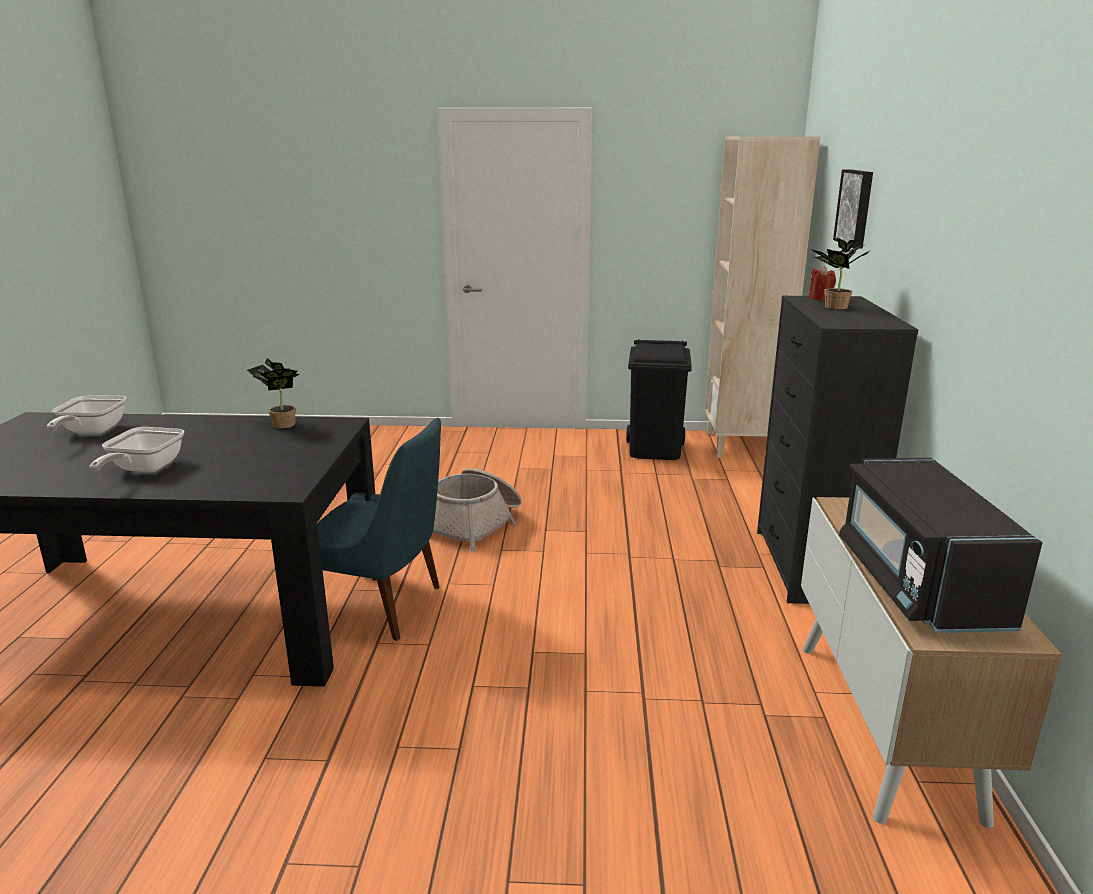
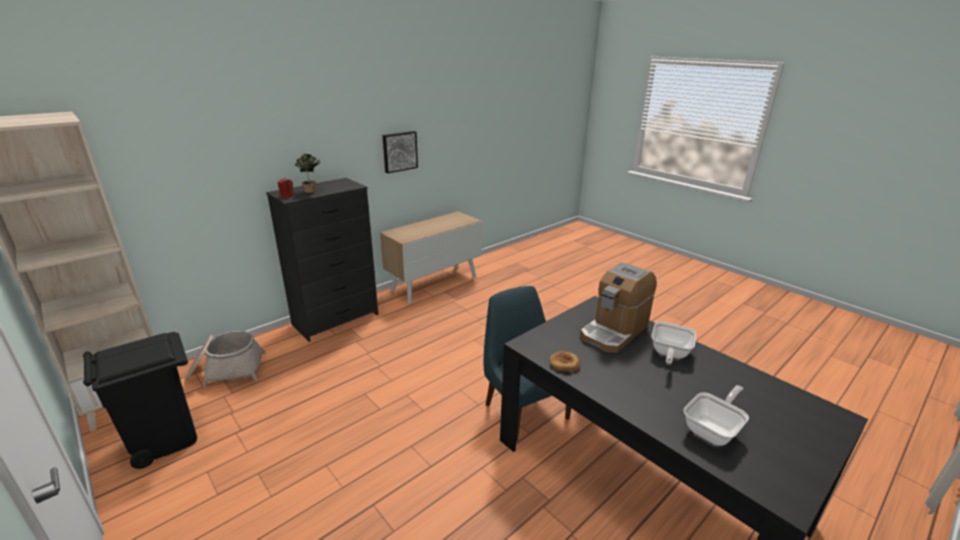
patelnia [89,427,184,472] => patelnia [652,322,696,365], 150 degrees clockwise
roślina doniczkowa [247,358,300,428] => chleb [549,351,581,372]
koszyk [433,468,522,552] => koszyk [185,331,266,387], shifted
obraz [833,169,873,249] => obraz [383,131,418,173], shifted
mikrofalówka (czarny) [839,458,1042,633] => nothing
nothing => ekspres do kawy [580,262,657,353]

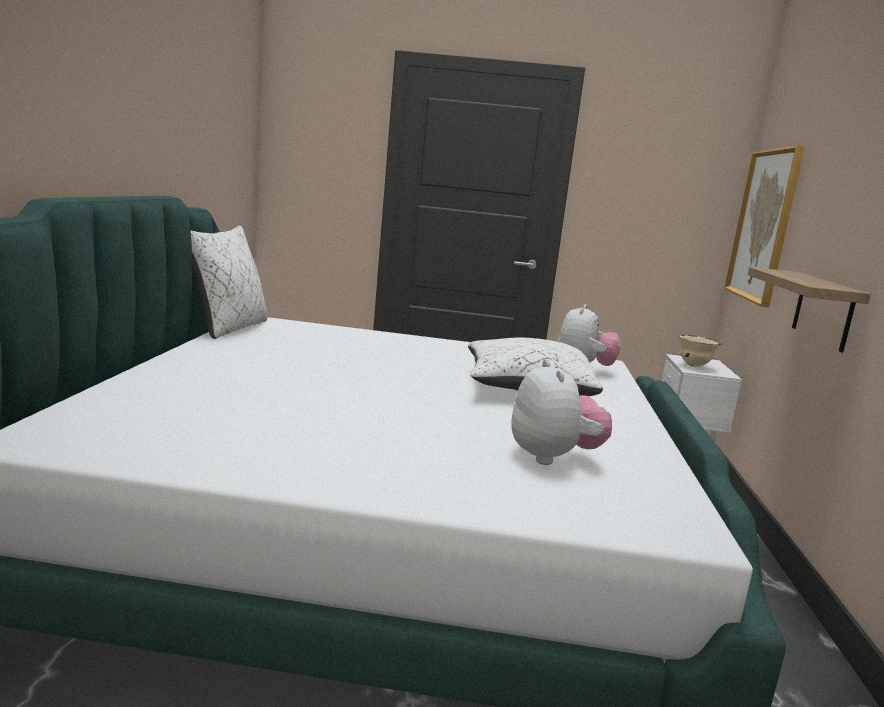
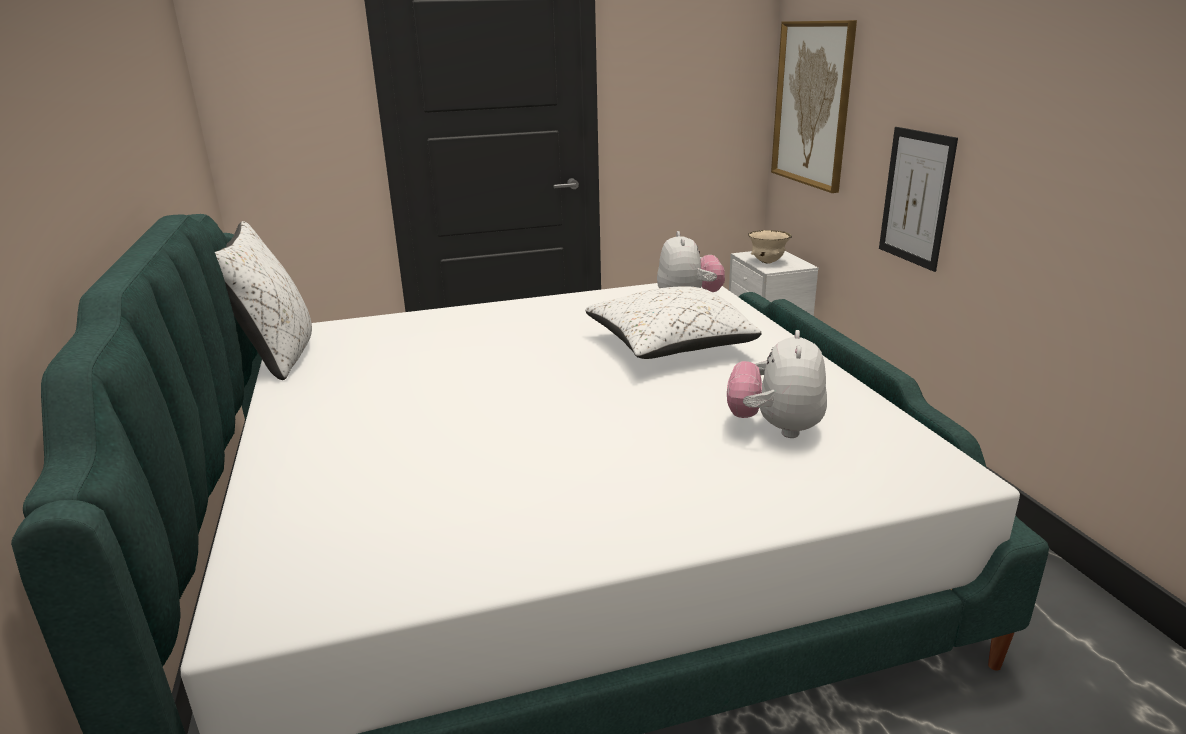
pluszak [512,359,612,465] => pluszak [727,330,827,438], 135 degrees counterclockwise
półka [747,267,871,353] => obraz [879,127,958,272]

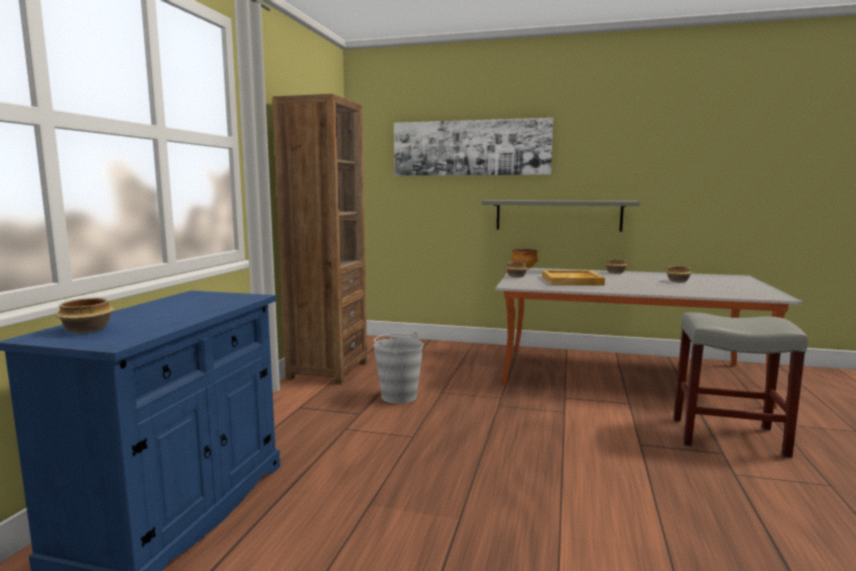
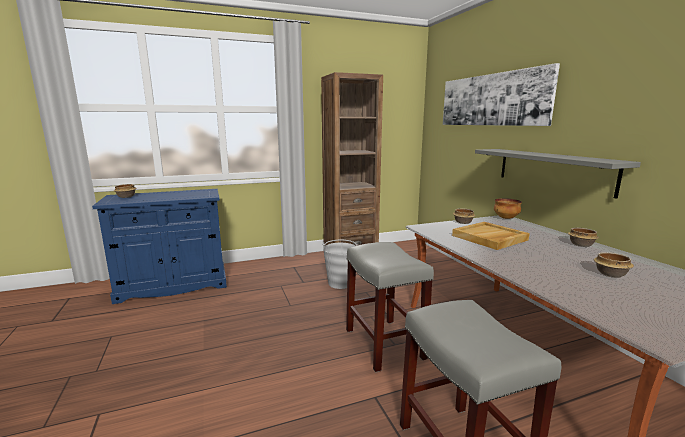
nothing => stołek (szary) [346,242,434,373]

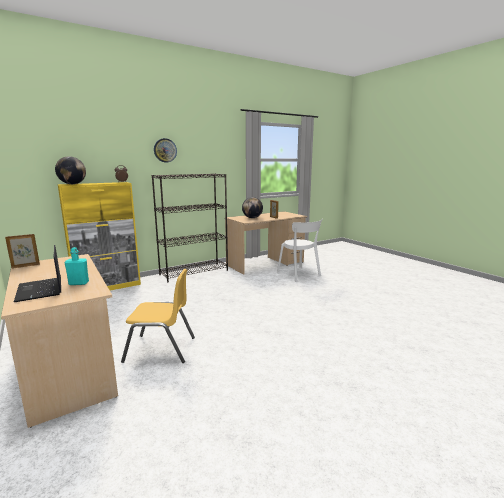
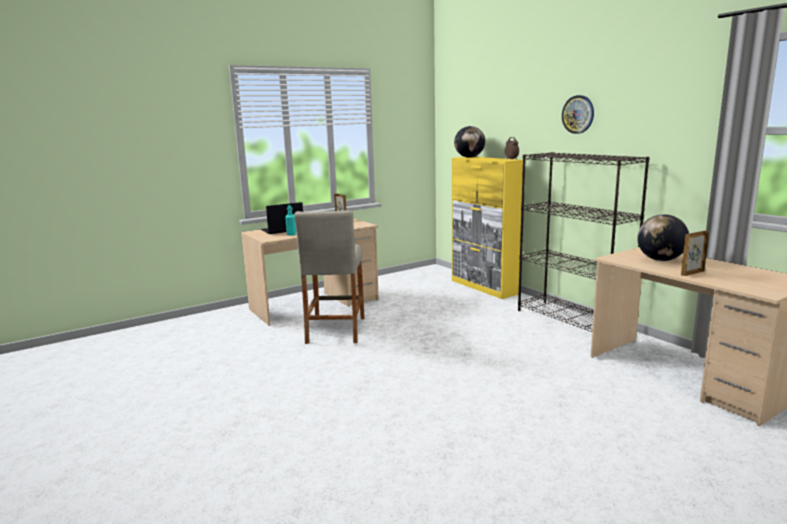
krzesło (żółty) [121,269,195,363] => stołek (beżowy) [294,210,365,344]
krzesło (biały) [277,219,323,282] => nothing

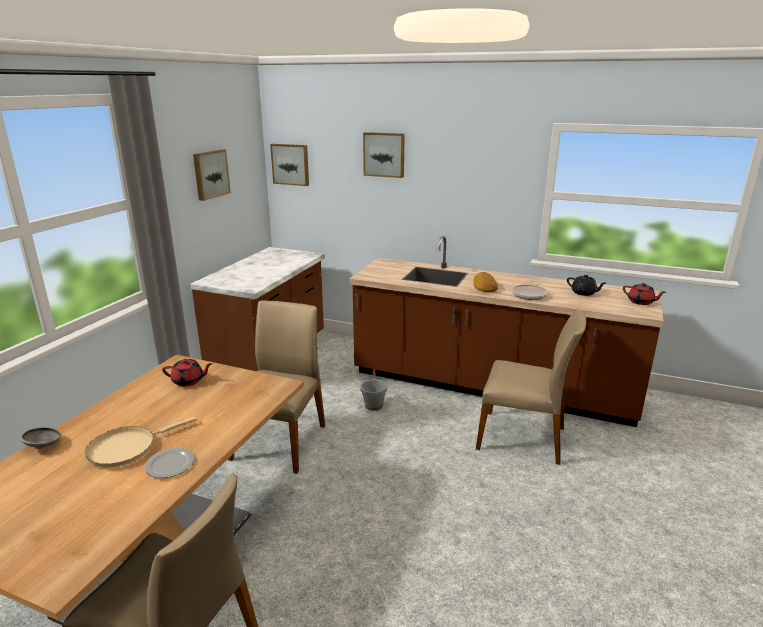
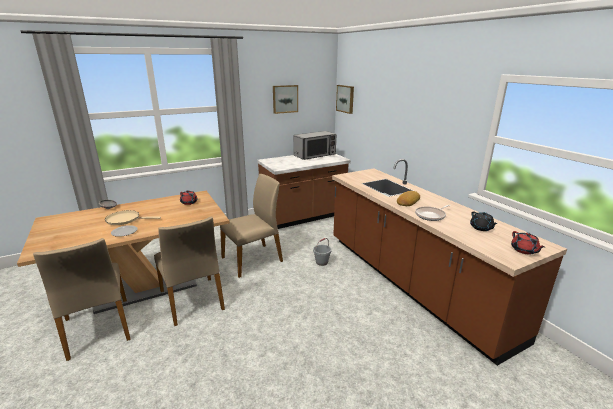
obraz [363,132,405,178] => nothing
krzesło (beżowy) [476,308,586,465] => krzesło (beżowy) [154,217,225,326], shifted
nothing => mikrofalówka [293,131,336,160]

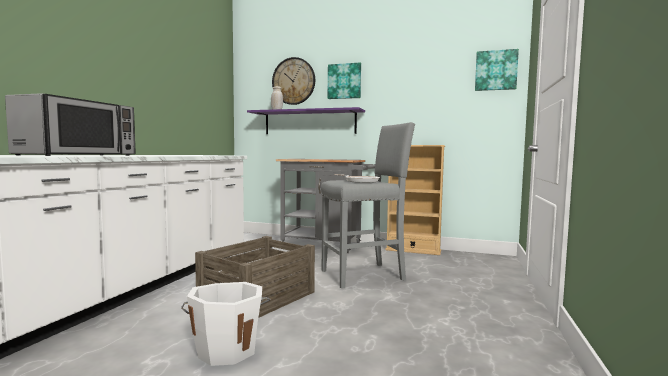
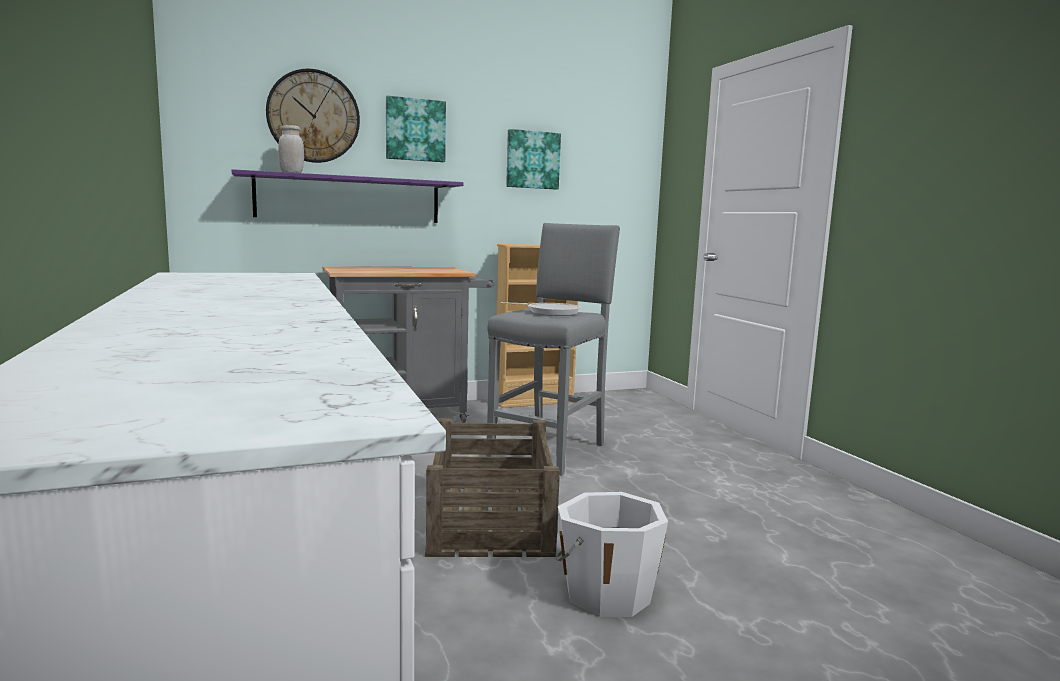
mikrofalówka [5,93,136,156] => nothing
obraz [475,49,519,91] => obraz [506,129,561,190], shifted

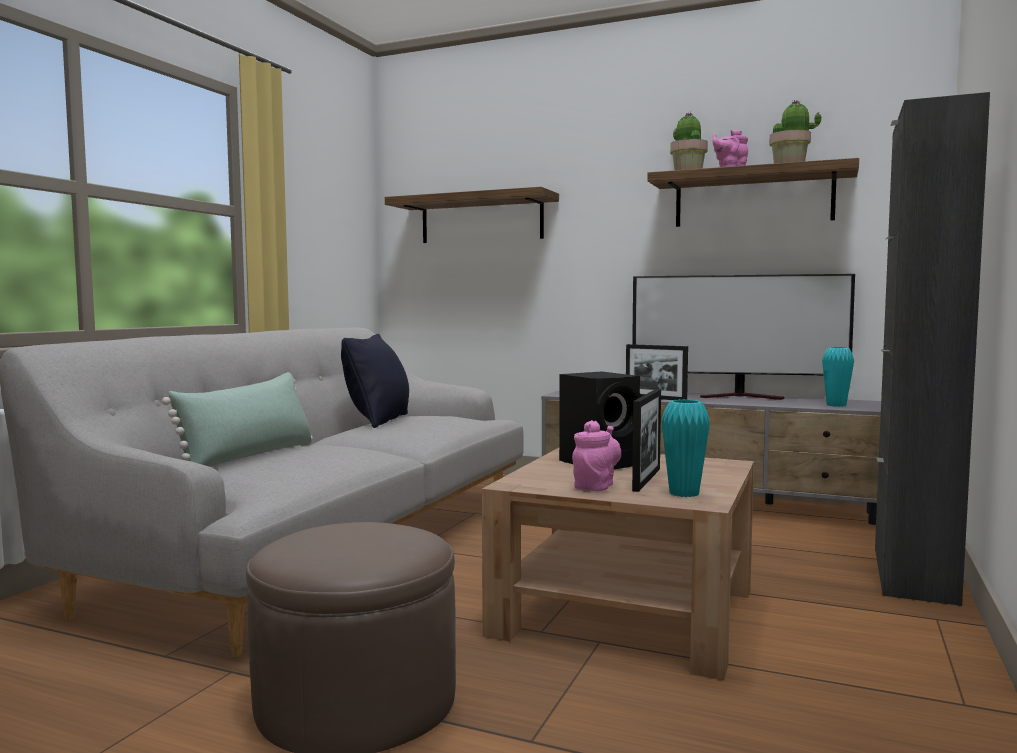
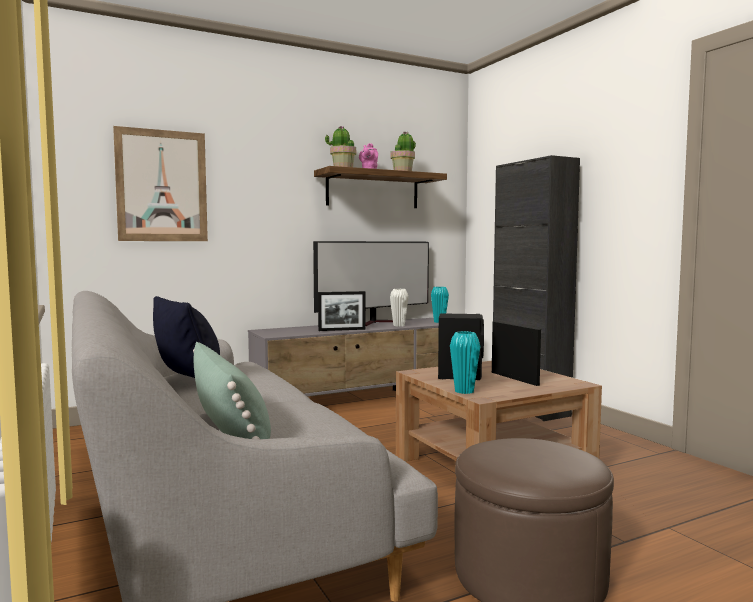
półka [385,187,559,243] => obraz [113,126,208,241]
imbryk (różowy) [572,420,621,491] => nothing
wazon (turkusowy) [662,400,710,497] => wazon (turkusowy) [450,331,480,394], shifted
nothing => wazon (biały) [390,289,409,327]

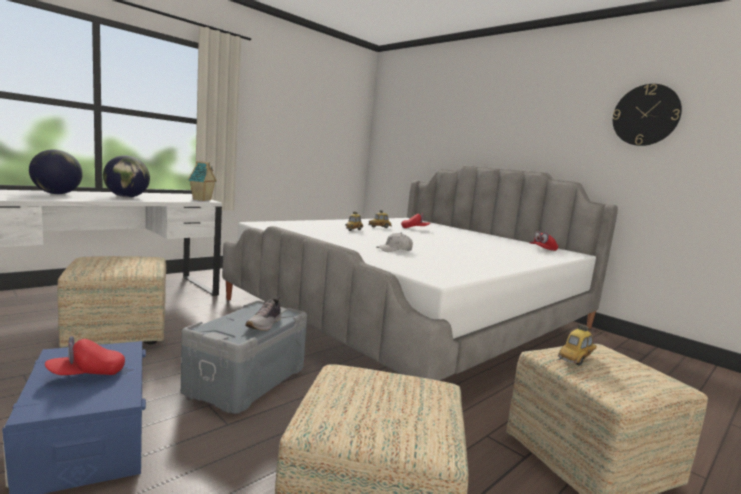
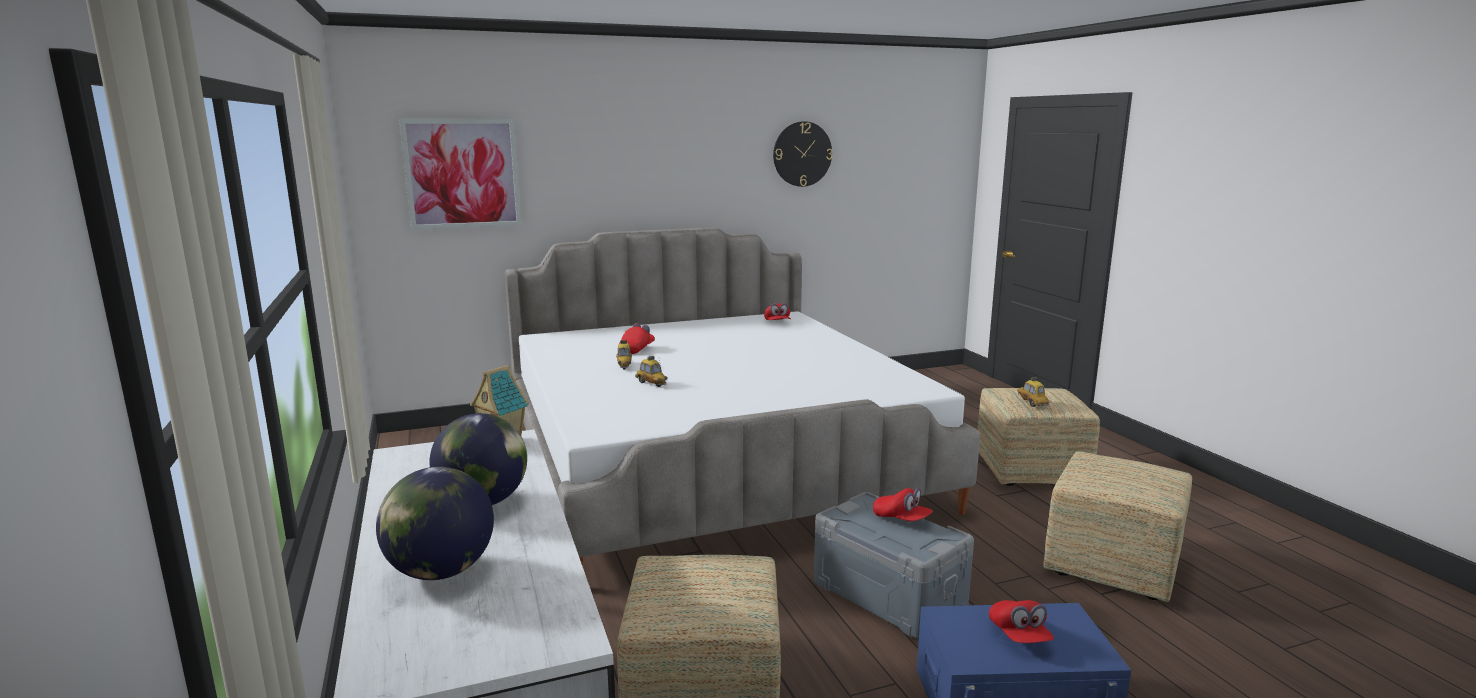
but [245,297,281,331] => czapka z daszkiem (czerwony) [873,488,933,521]
czapka z daszkiem (biały) [376,232,413,252] => nothing
nothing => obraz [399,119,522,230]

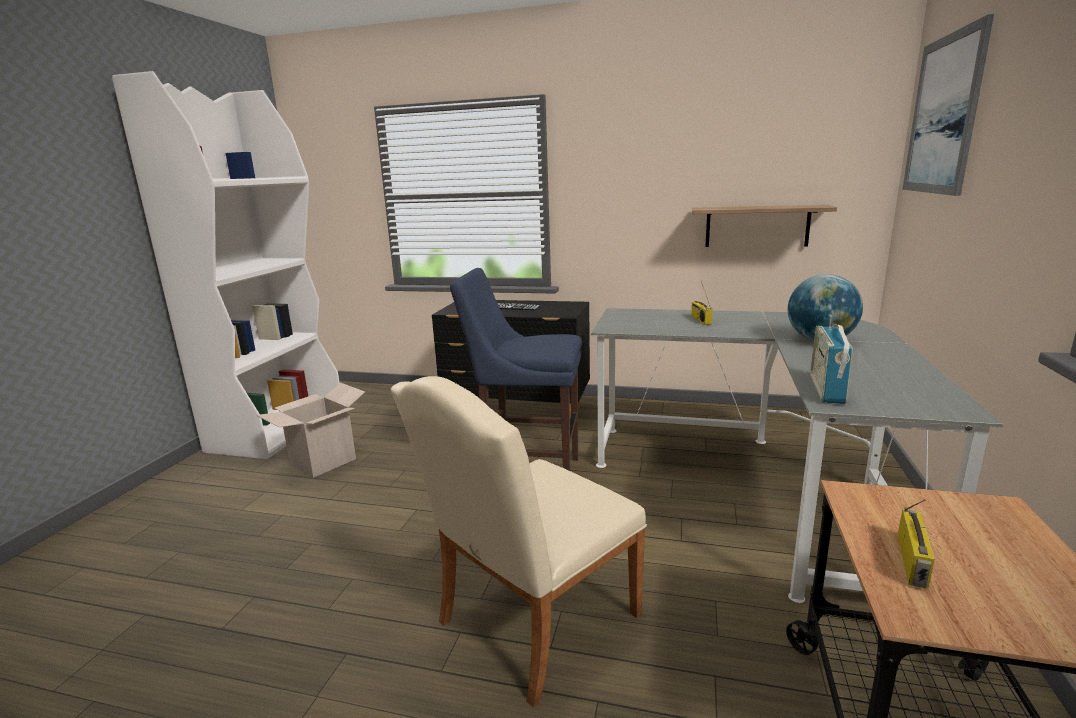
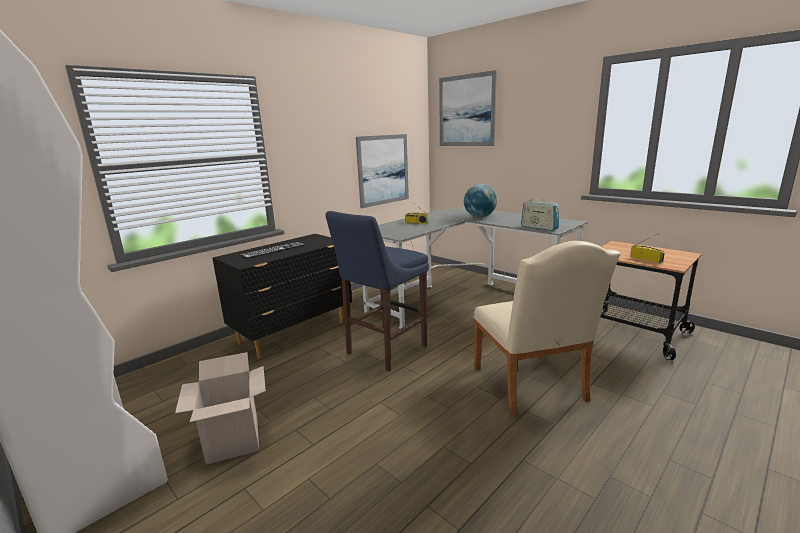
półka [692,205,837,247] => obraz [356,134,409,208]

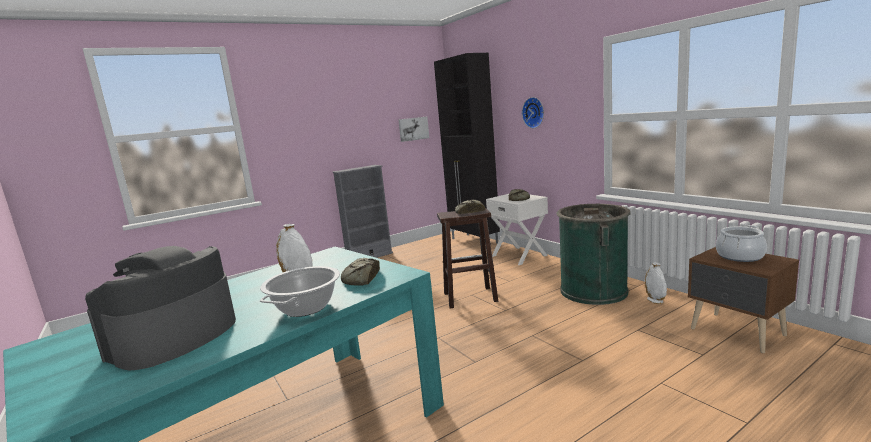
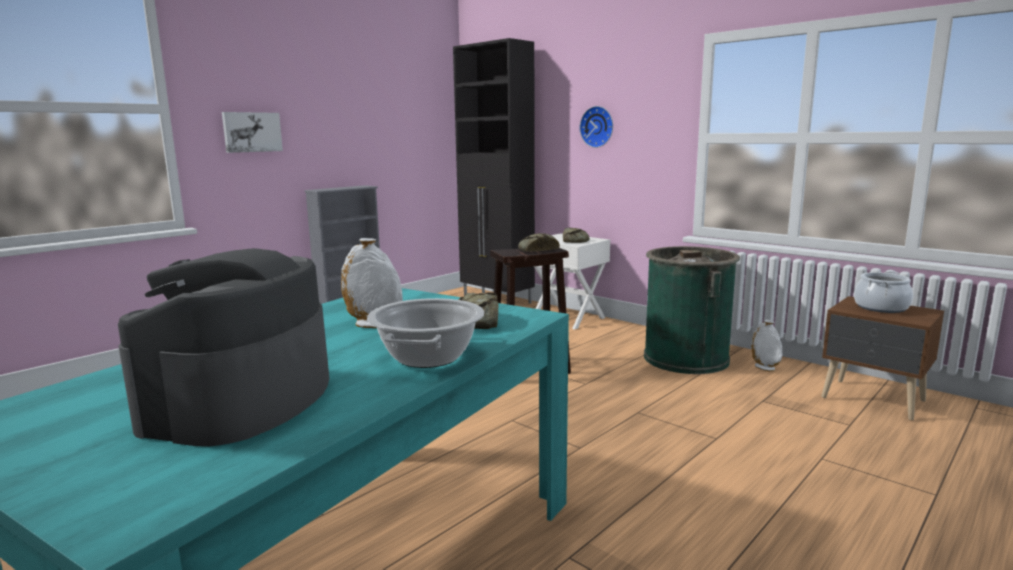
obraz [398,117,429,142] => obraz [222,112,283,153], shifted

